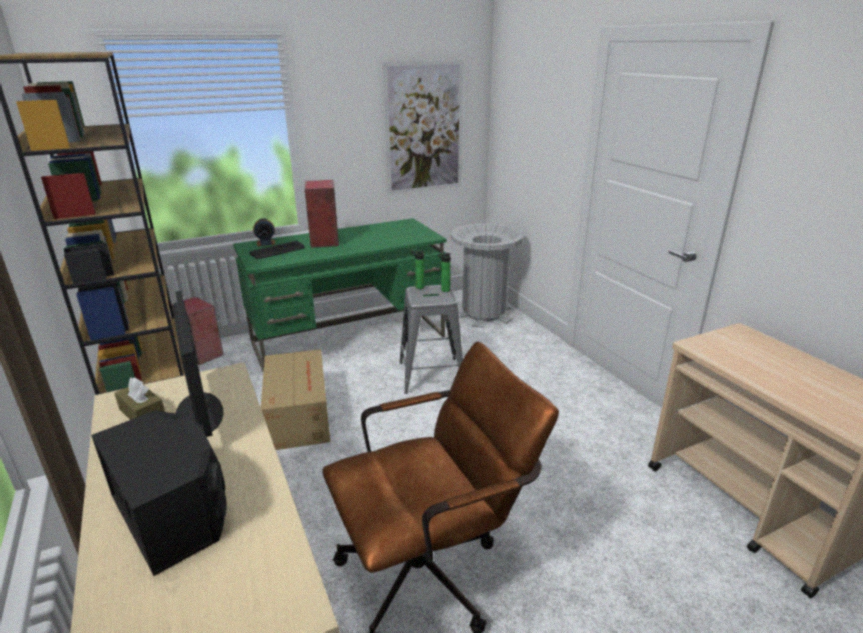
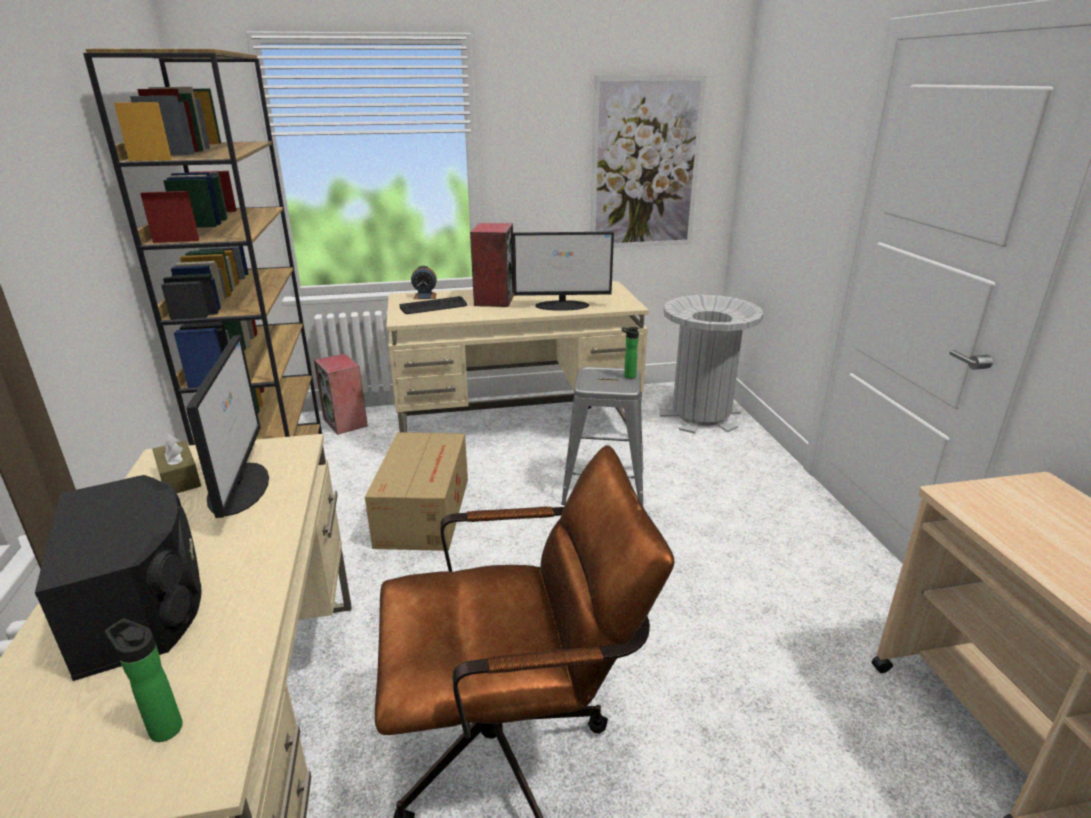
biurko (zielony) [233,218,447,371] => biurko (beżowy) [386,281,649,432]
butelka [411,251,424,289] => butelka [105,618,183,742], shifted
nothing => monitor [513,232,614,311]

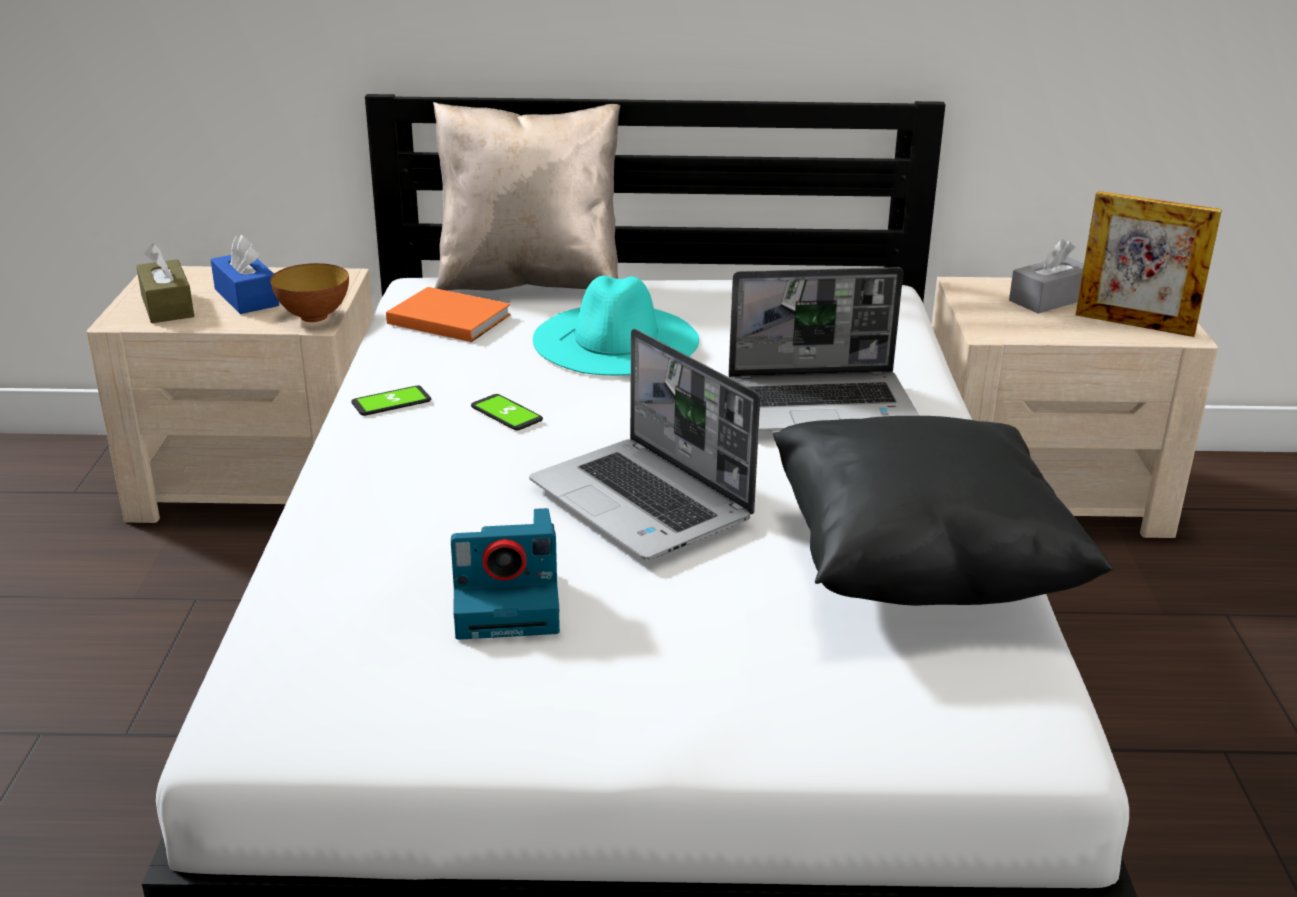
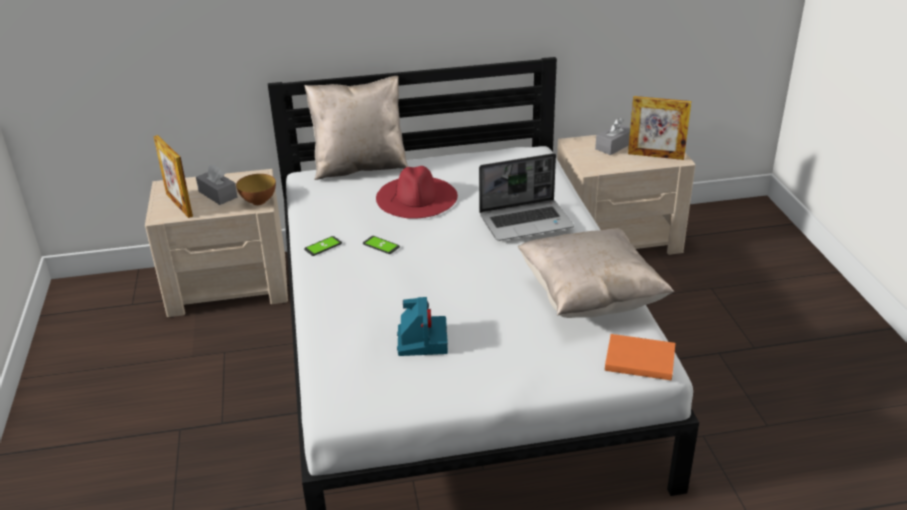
pudełko chusteczek (brązowy) [136,243,194,323] => ramka na zdjęcie [153,135,193,218]
pudełko chusteczek (niebieski) [211,235,279,314] => pudełko chusteczek (szary) [196,164,237,205]
książka (pomarańczowy) [386,287,511,342] => książka (pomarańczowy) [605,334,675,381], shifted
aparat fotograficzny [451,508,560,640] => aparat fotograficzny [397,297,448,356], 75 degrees counterclockwise
laptop [529,329,760,560] => nothing
kapelusz (turkusowy) [533,276,699,375] => kapelusz (czerwony) [376,166,458,219]
poduszka (czarny) [773,416,1114,606] => poduszka (beżowy) [518,228,674,318]

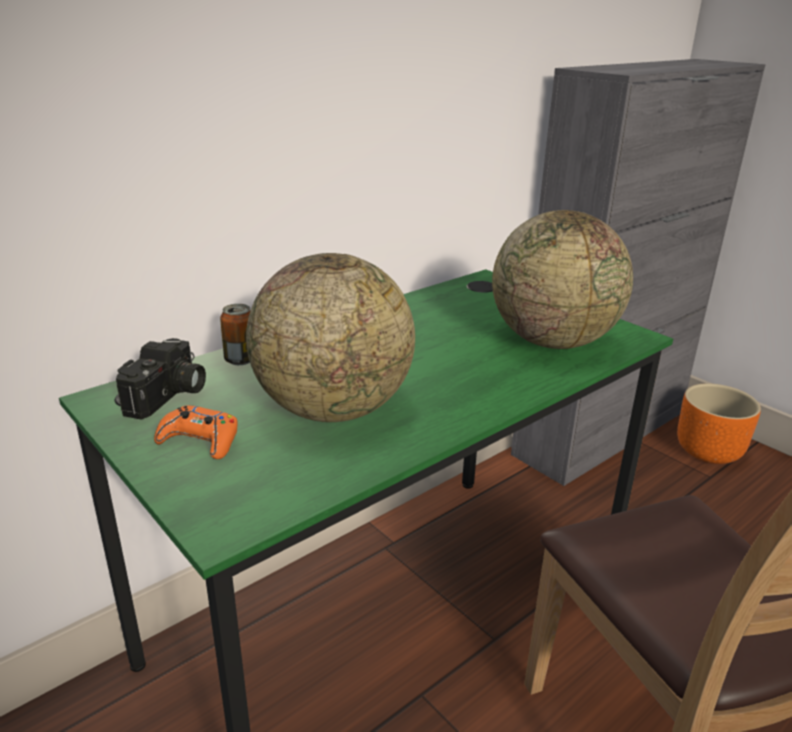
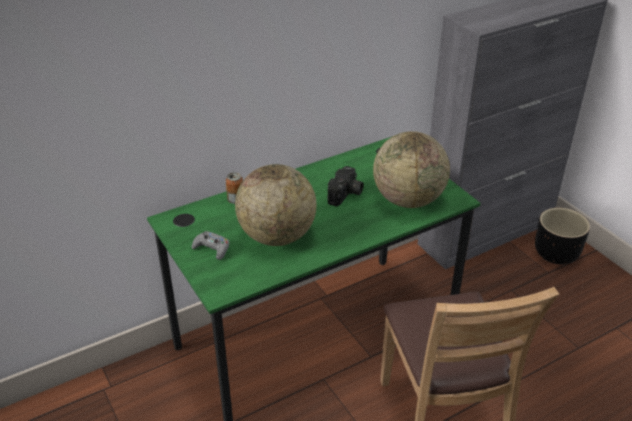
aparat fotograficzny [116,338,206,420] => aparat fotograficzny [328,166,364,207], shifted
pad do gier (pomarańczowy) [154,405,238,459] => pad do gier (szary) [192,231,229,260]
donica (pomarańczowy) [677,383,761,464] => donica (czarny) [535,208,590,264]

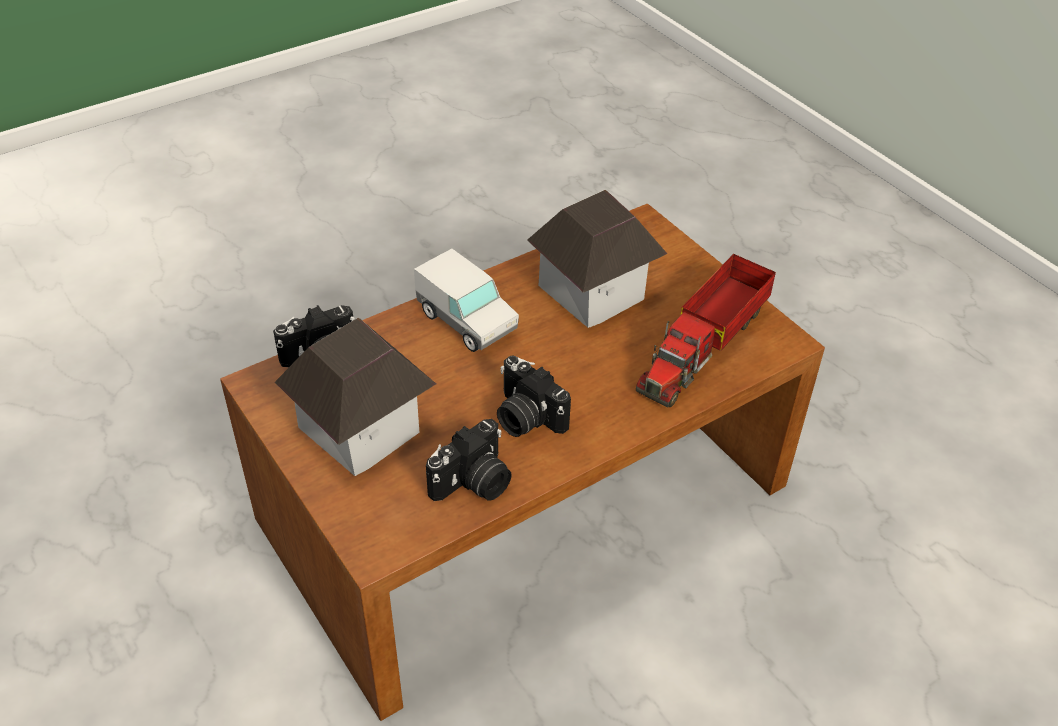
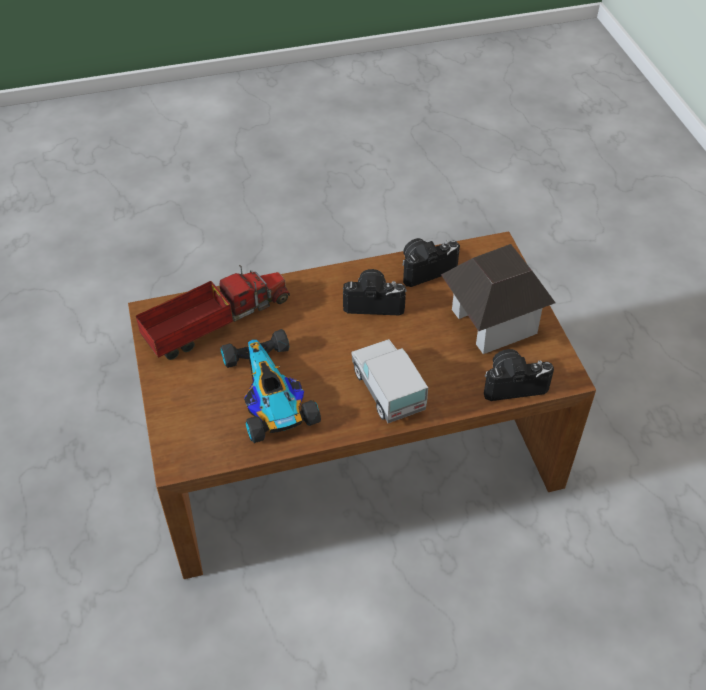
aparat fotograficzny [497,356,571,437] => aparat fotograficzny [343,269,407,315], 60 degrees counterclockwise
domek [527,190,667,328] => samochodzik [220,329,321,443]

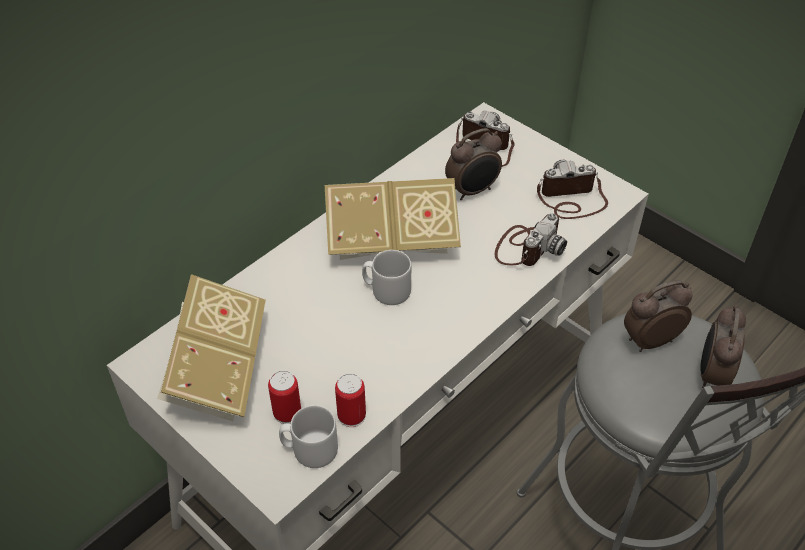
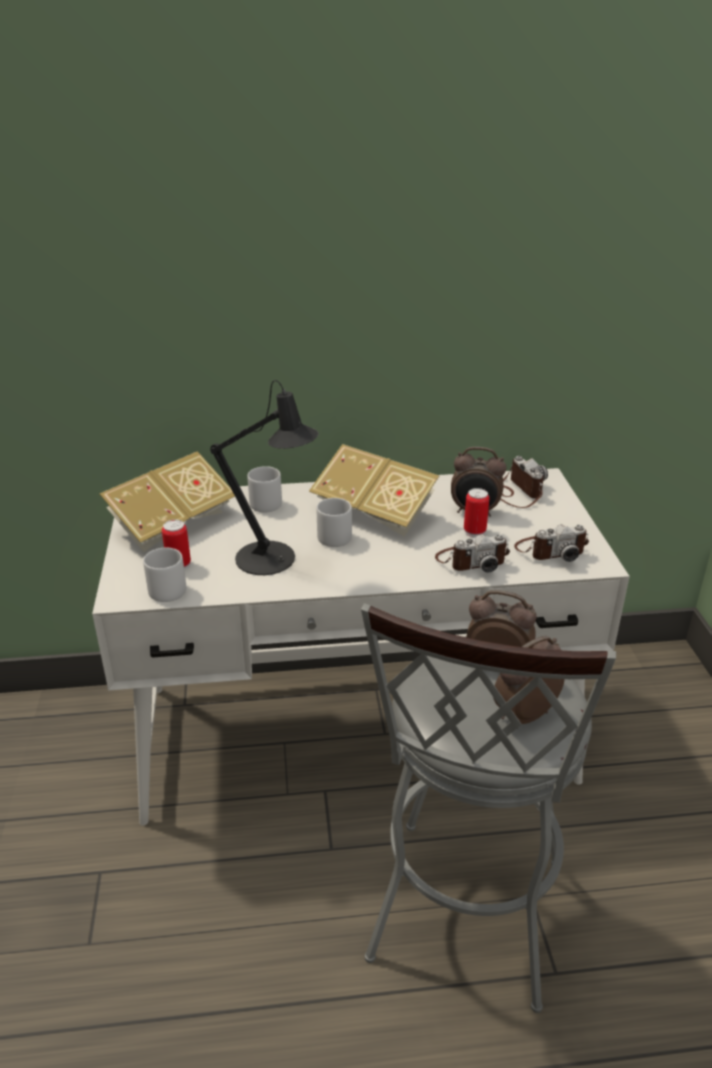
puszka [335,373,366,427] => puszka [464,488,489,537], shifted
aparat fotograficzny [537,160,608,219] => aparat fotograficzny [514,524,589,562], 135 degrees clockwise
nothing => lampa stołowa (czarny) [210,380,319,575]
nothing => kubek (szary) [247,466,282,512]

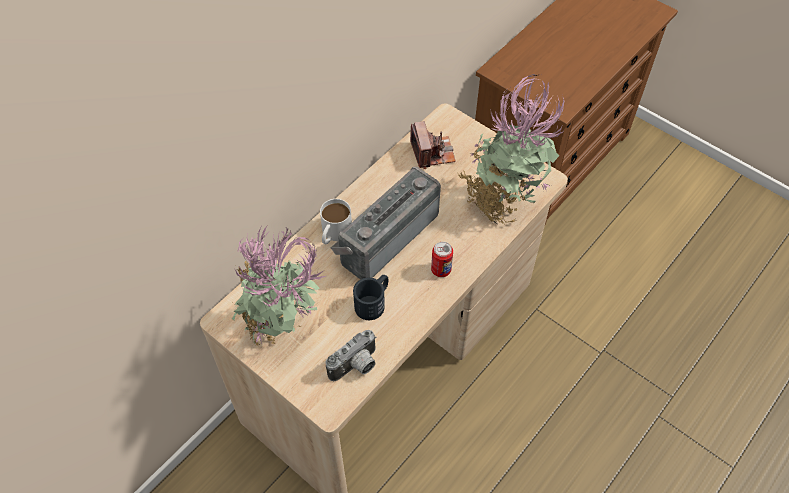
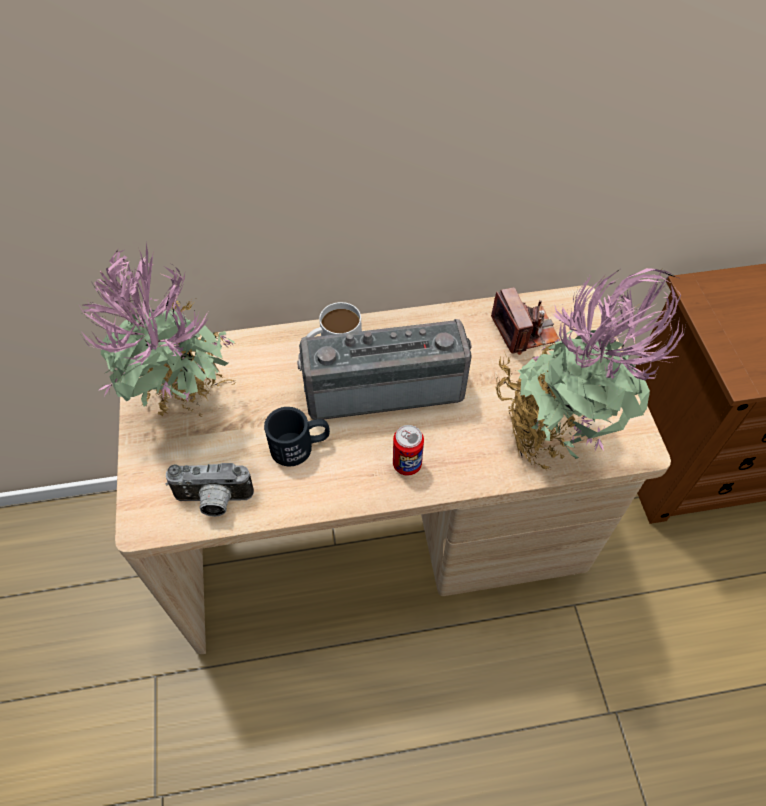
aparat fotograficzny [410,121,456,169] => aparat fotograficzny [491,287,559,355], 45 degrees counterclockwise

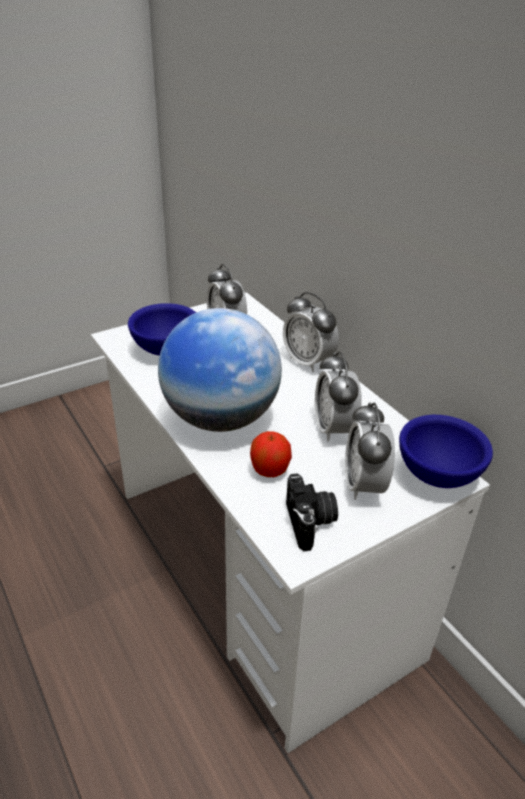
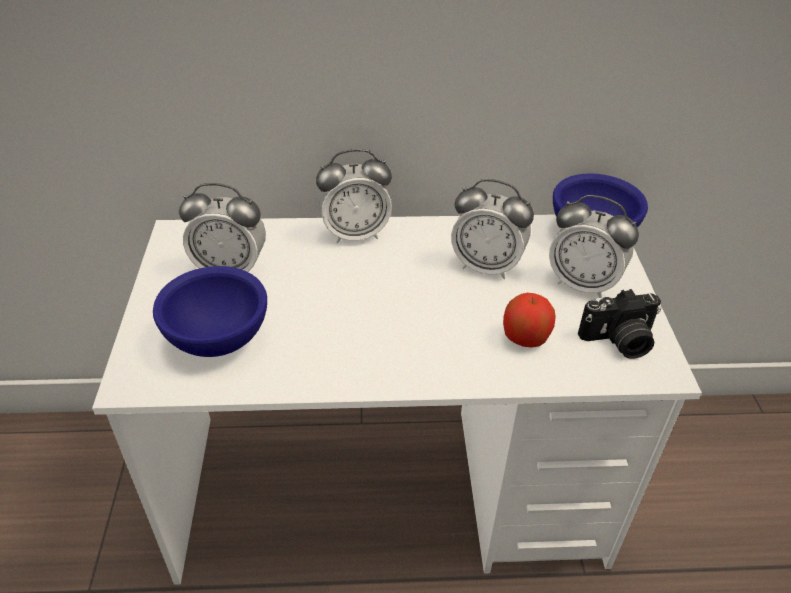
globus [158,308,282,432] => nothing
aparat fotograficzny [286,473,338,551] => aparat fotograficzny [578,289,661,359], 150 degrees clockwise

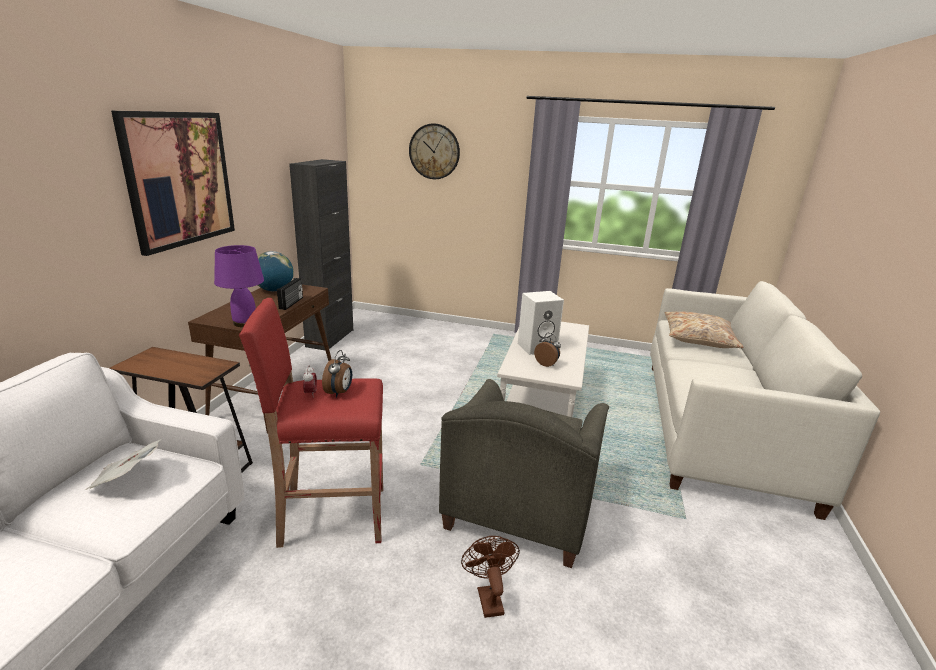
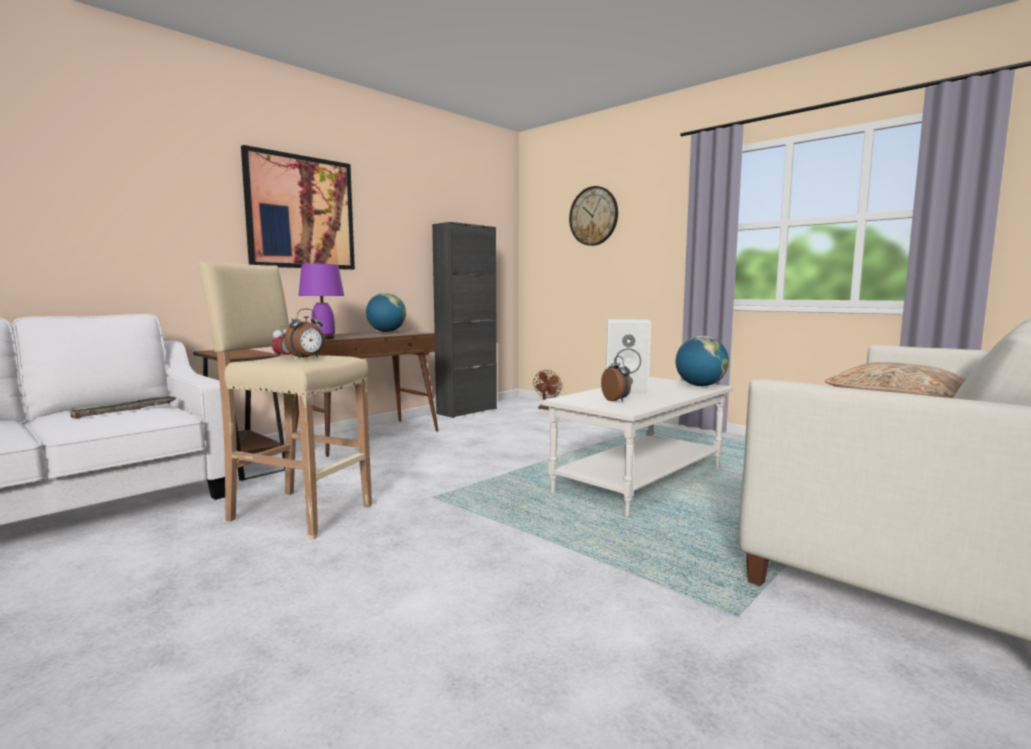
gazeta [86,439,162,490] => taca [66,395,176,419]
stołek (czerwony) [239,298,383,548] => stołek (beżowy) [198,262,372,540]
radio [277,278,303,310] => nothing
fotel (szary) [439,379,609,568] => nothing
wentylator (brązowy) [461,536,520,618] => wentylator (brązowy) [533,370,562,410], shifted
nothing => globus [675,336,729,386]

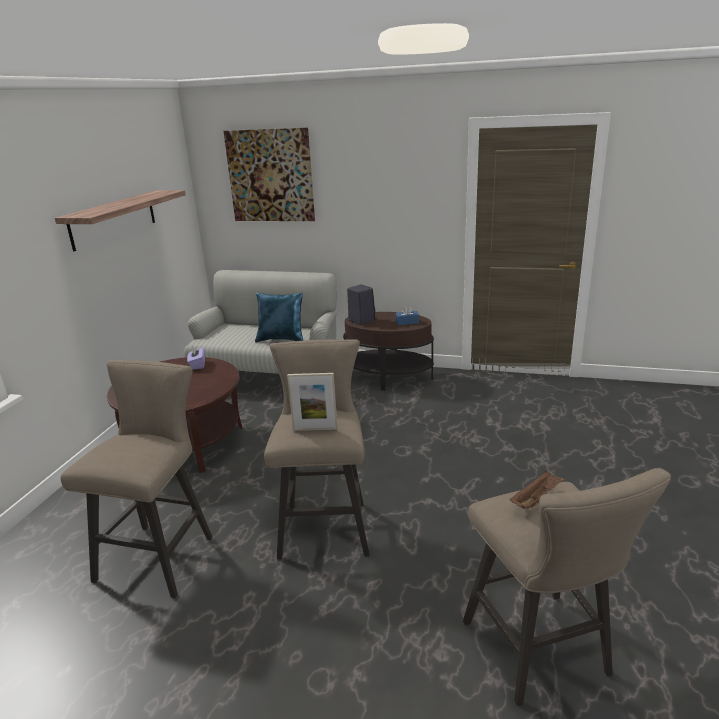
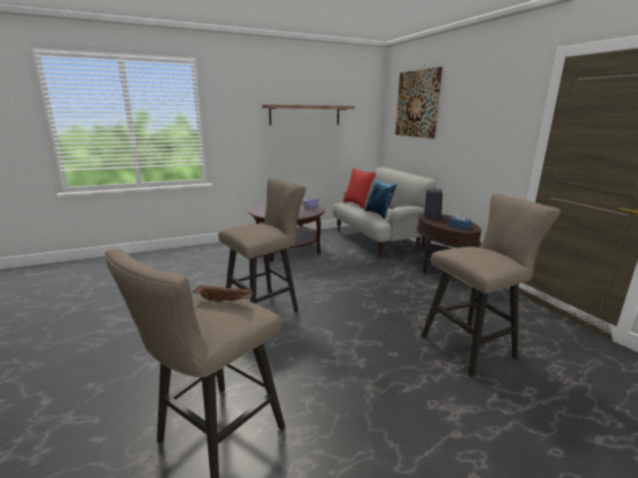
stołek (beżowy) [61,360,213,598] => stołek (beżowy) [421,193,561,378], shifted
ramka na zdjęcie [287,373,337,431] => nothing
nothing => poduszka (czerwony) [343,168,376,209]

